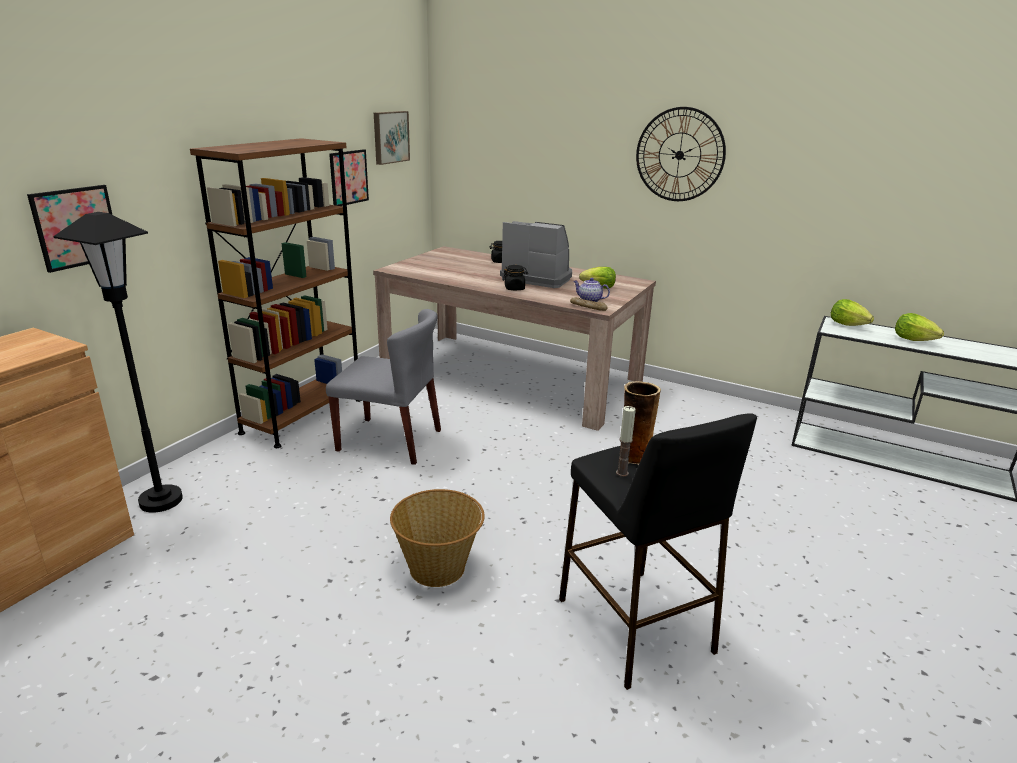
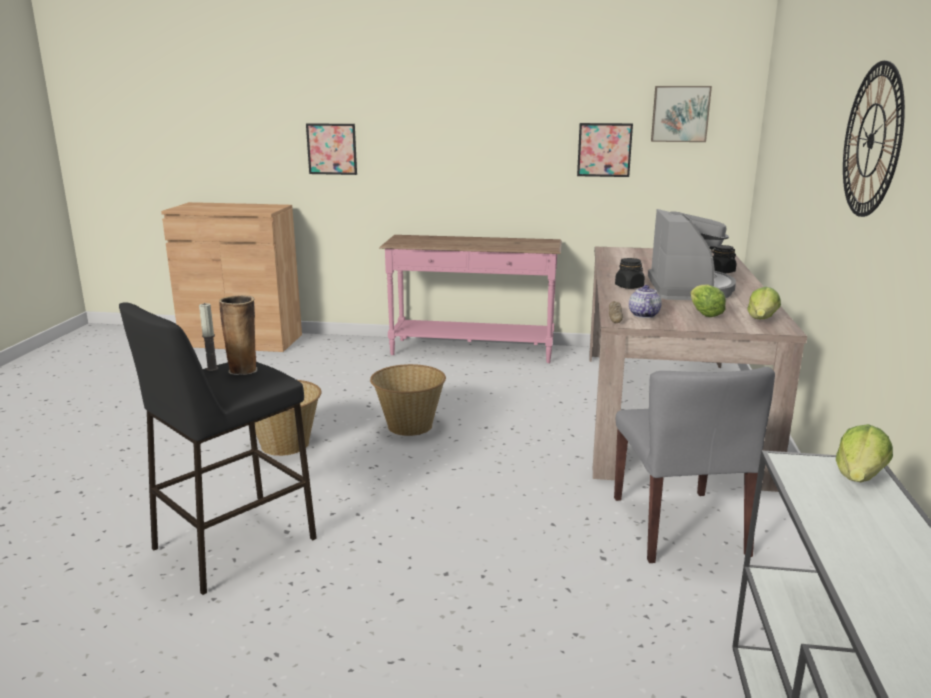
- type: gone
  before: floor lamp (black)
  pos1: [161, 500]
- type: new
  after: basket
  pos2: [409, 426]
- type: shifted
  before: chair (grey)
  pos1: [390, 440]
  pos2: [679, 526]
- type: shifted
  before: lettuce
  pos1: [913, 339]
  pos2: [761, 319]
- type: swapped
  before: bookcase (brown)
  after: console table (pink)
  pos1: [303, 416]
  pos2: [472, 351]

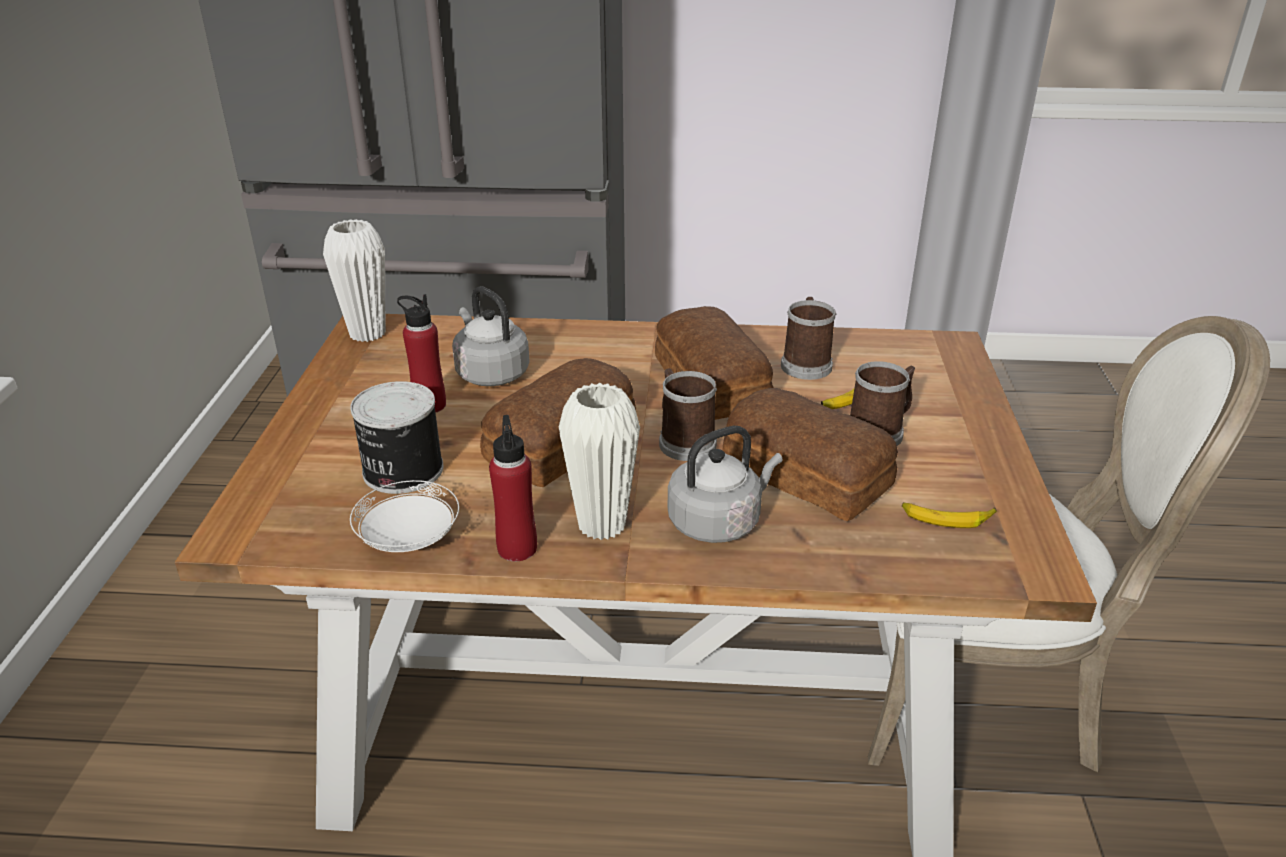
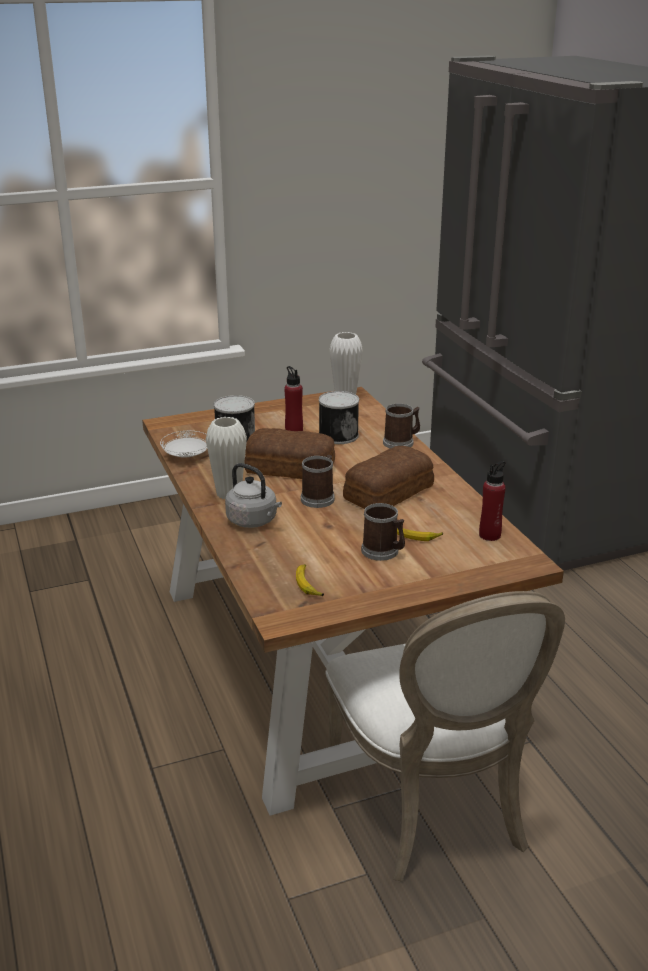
- type: gone
  before: bread
  pos1: [805, 472]
- type: shifted
  before: bottle (red)
  pos1: [517, 548]
  pos2: [490, 535]
- type: shifted
  before: mug
  pos1: [806, 363]
  pos2: [401, 442]
- type: swapped
  before: kettle (grey)
  after: can
  pos1: [490, 373]
  pos2: [338, 435]

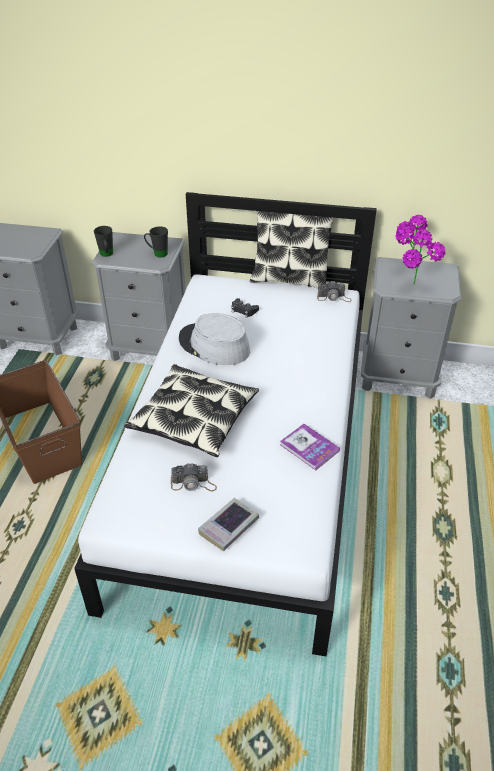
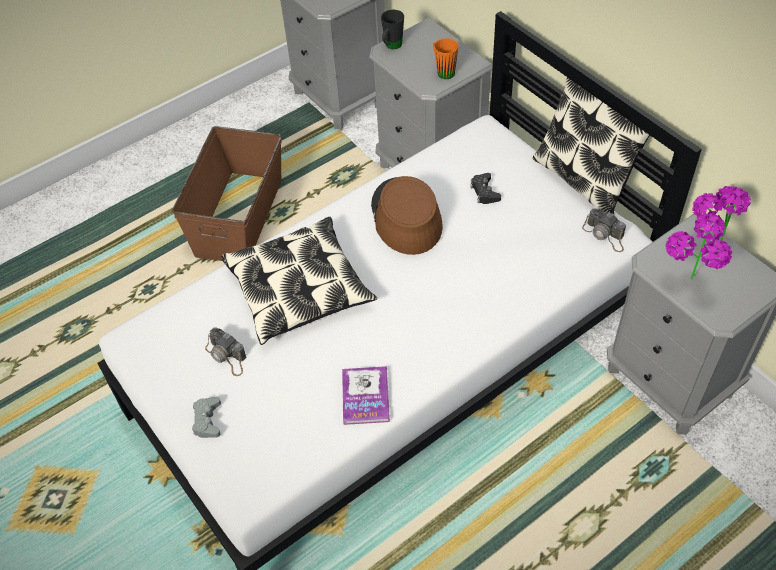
- type: swapped
  before: book
  after: game controller (grey)
  pos1: [229, 527]
  pos2: [207, 420]
- type: repainted
  before: mug (black)
  after: mug (orange)
  pos1: [157, 253]
  pos2: [443, 71]
- type: repainted
  before: hat (grey)
  after: hat (brown)
  pos1: [214, 345]
  pos2: [405, 217]

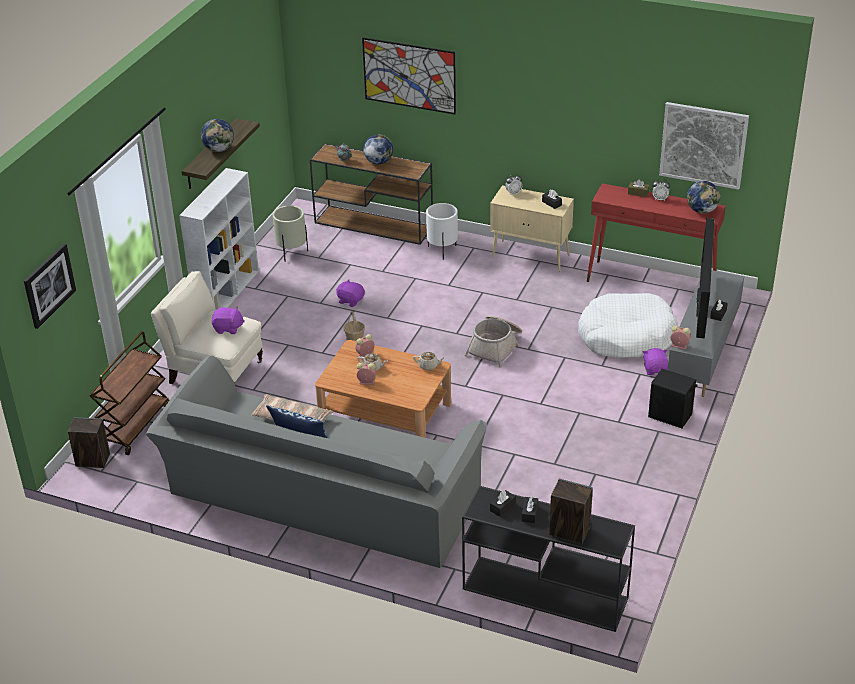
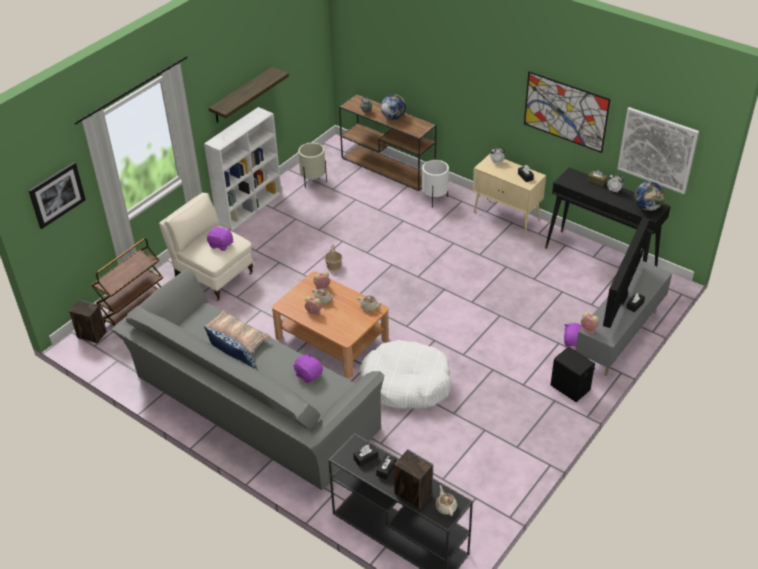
- type: gone
  before: globe
  pos1: [219, 149]
- type: gone
  before: basket
  pos1: [495, 347]
- type: new
  after: teapot (beige)
  pos2: [446, 507]
- type: shifted
  before: plush toy (purple)
  pos1: [350, 300]
  pos2: [308, 374]
- type: shifted
  before: picture
  pos1: [409, 75]
  pos2: [565, 111]
- type: shifted
  before: dog bed (white)
  pos1: [626, 336]
  pos2: [405, 383]
- type: repainted
  before: console table (red)
  after: console table (black)
  pos1: [651, 283]
  pos2: [600, 259]

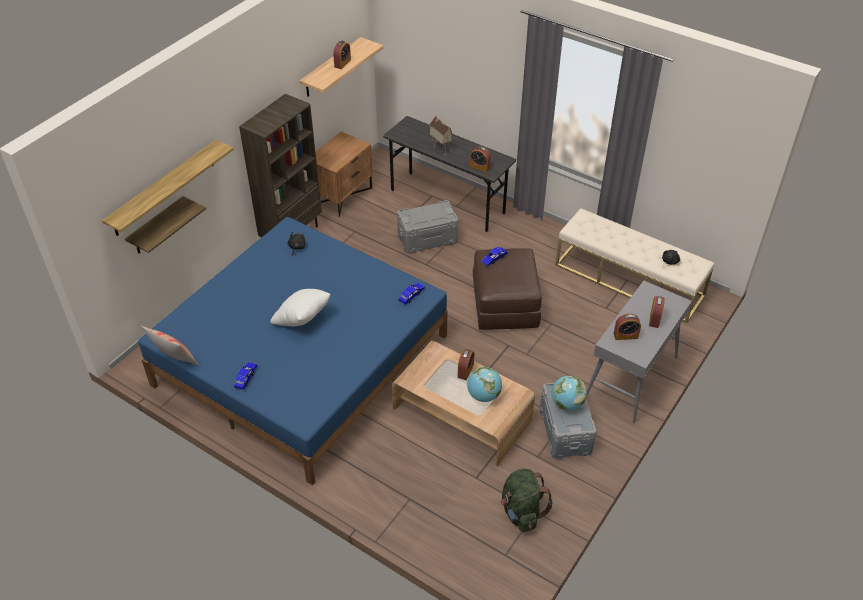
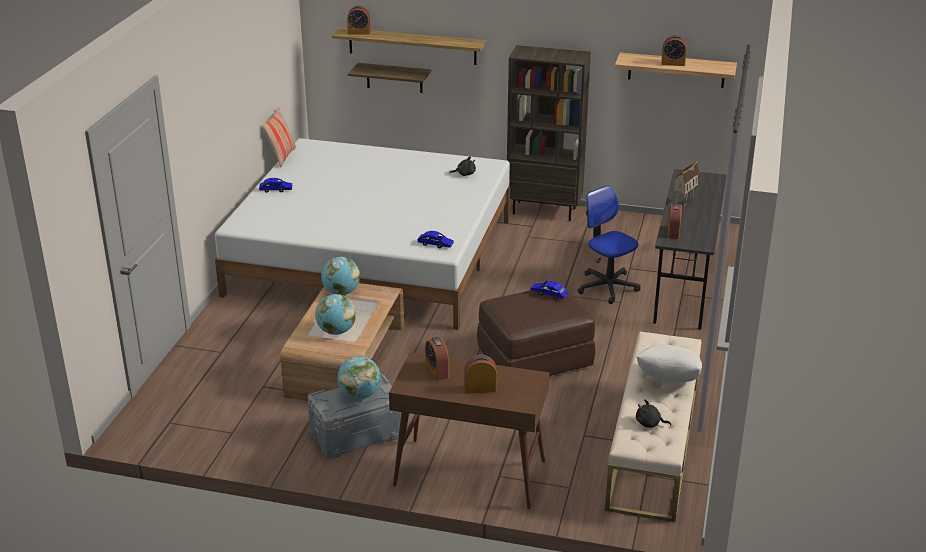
- type: gone
  before: nightstand (brown)
  pos1: [342, 195]
- type: gone
  before: backpack (green)
  pos1: [521, 512]
- type: new
  after: globe
  pos2: [341, 292]
- type: shifted
  before: pillow (white)
  pos1: [302, 320]
  pos2: [667, 382]
- type: shifted
  before: alarm clock
  pos1: [465, 371]
  pos2: [359, 32]
- type: swapped
  before: storage box (grey)
  after: office chair
  pos1: [427, 238]
  pos2: [607, 287]
- type: repainted
  before: bed (blue)
  after: bed (white)
  pos1: [302, 359]
  pos2: [372, 256]
- type: repainted
  before: console table (grey)
  after: console table (brown)
  pos1: [631, 378]
  pos2: [468, 474]

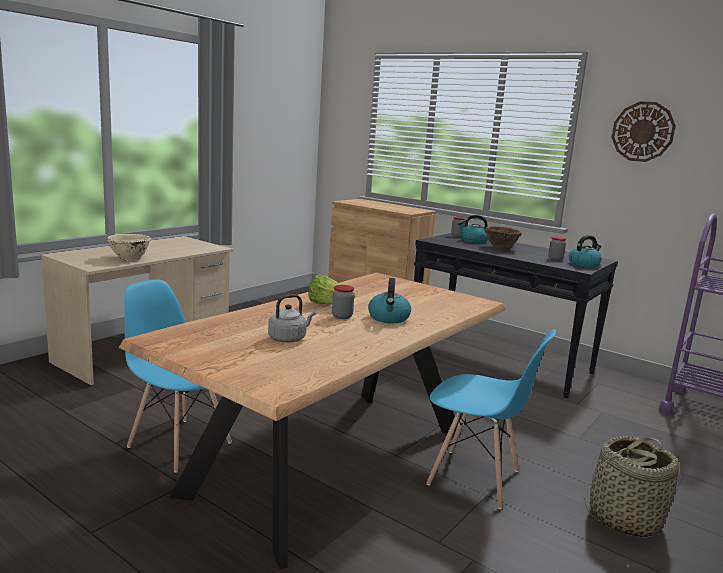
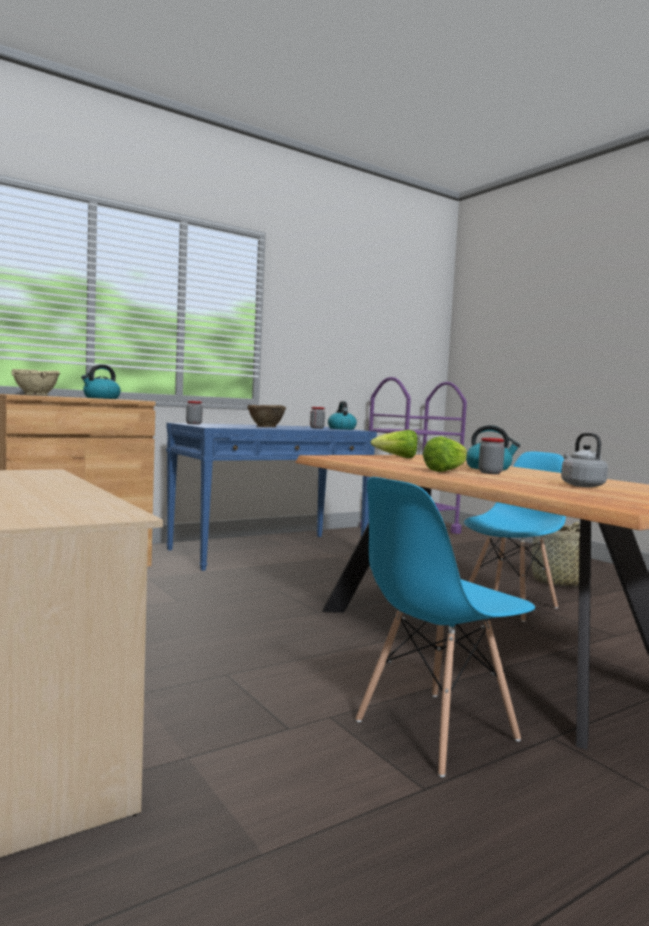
- type: gone
  before: wall clock
  pos1: [643, 131]
- type: new
  after: lettuce
  pos2: [397, 457]
- type: shifted
  before: bowl (beige)
  pos1: [129, 259]
  pos2: [35, 395]
- type: shifted
  before: kettle
  pos1: [473, 240]
  pos2: [101, 398]
- type: repainted
  before: console table (black)
  after: console table (blue)
  pos1: [500, 360]
  pos2: [269, 550]

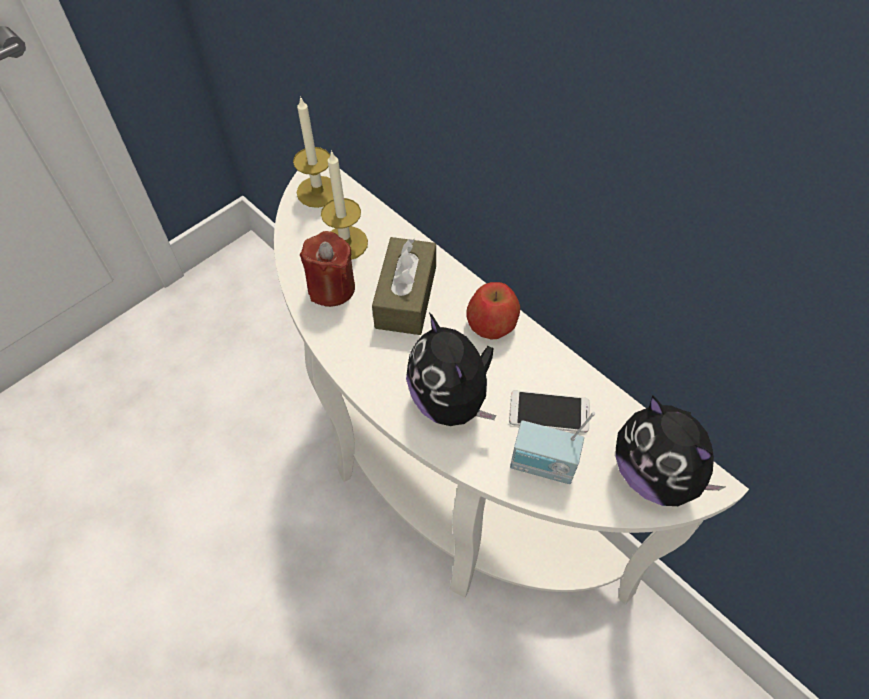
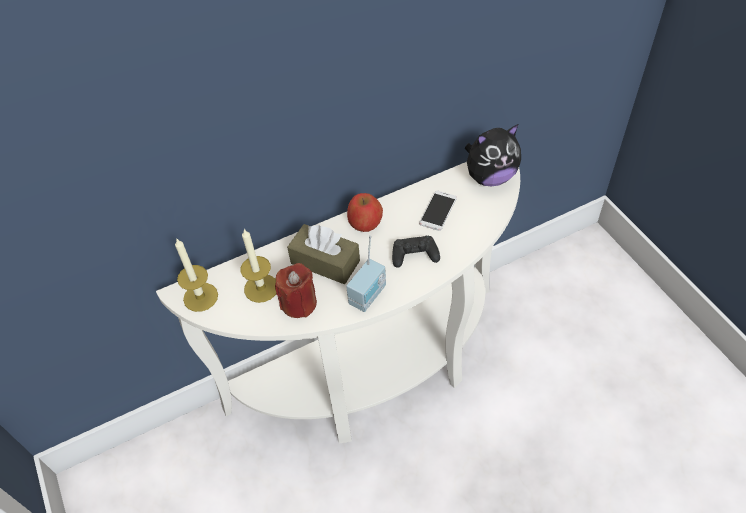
- type: shifted
  before: radio
  pos1: [542, 466]
  pos2: [369, 296]
- type: swapped
  before: plush toy
  after: game controller (black)
  pos1: [451, 400]
  pos2: [414, 255]

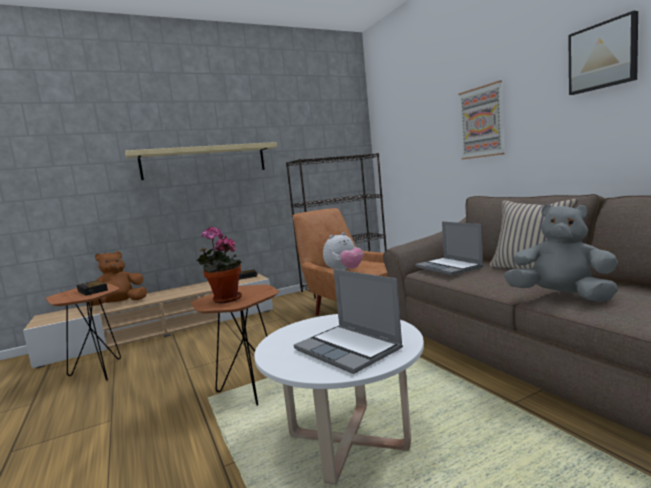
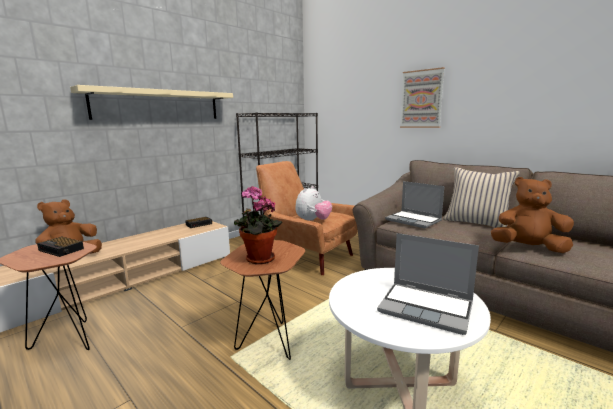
- type: gone
  before: picture
  pos1: [603, 56]
- type: repainted
  before: plush toy (grey)
  after: plush toy (brown)
  pos1: [561, 297]
  pos2: [528, 248]

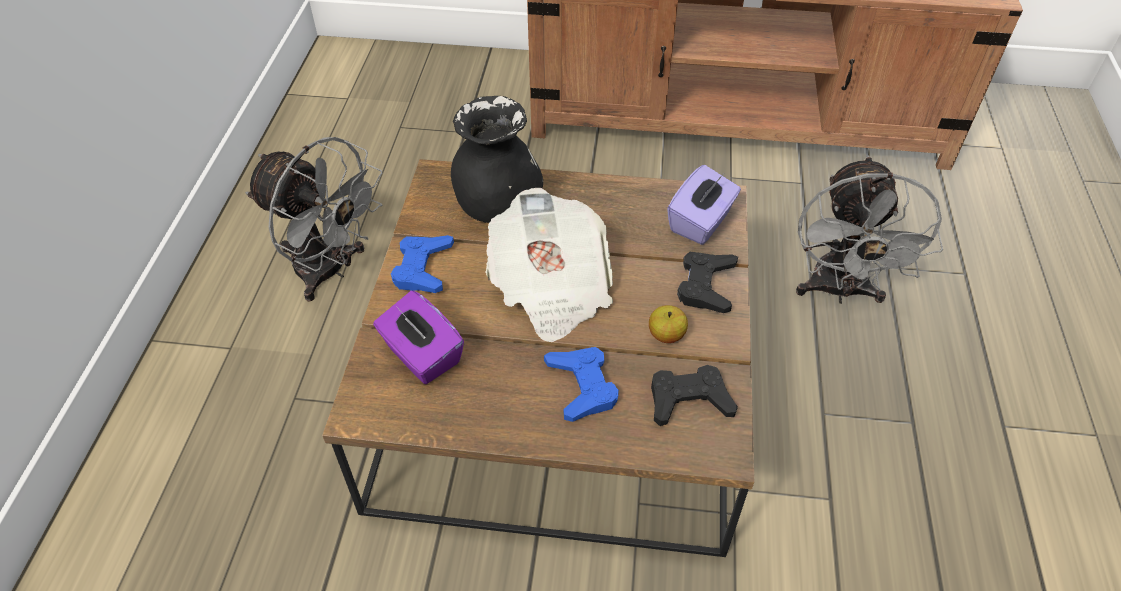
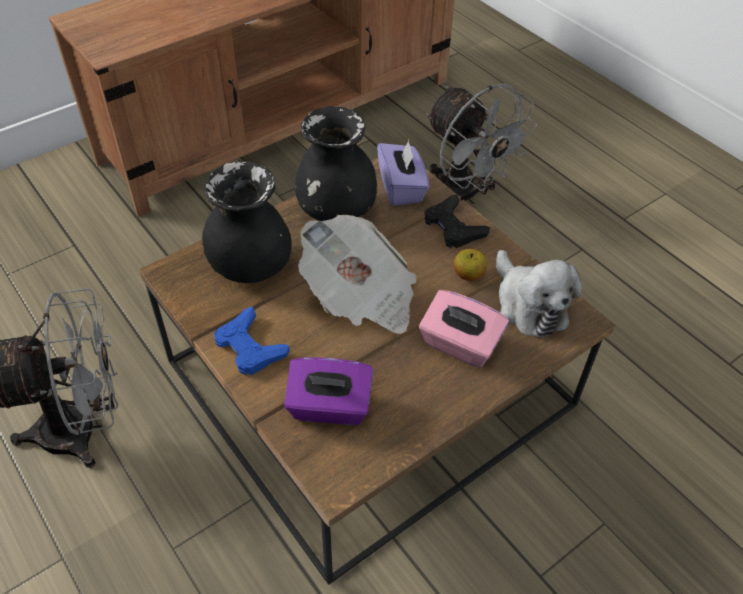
- type: new
  after: vase (black)
  pos2: [336, 210]
- type: swapped
  before: game controller (blue)
  after: tissue box (pink)
  pos1: [582, 386]
  pos2: [459, 345]
- type: swapped
  before: game controller (black)
  after: plush toy
  pos1: [689, 400]
  pos2: [528, 305]

